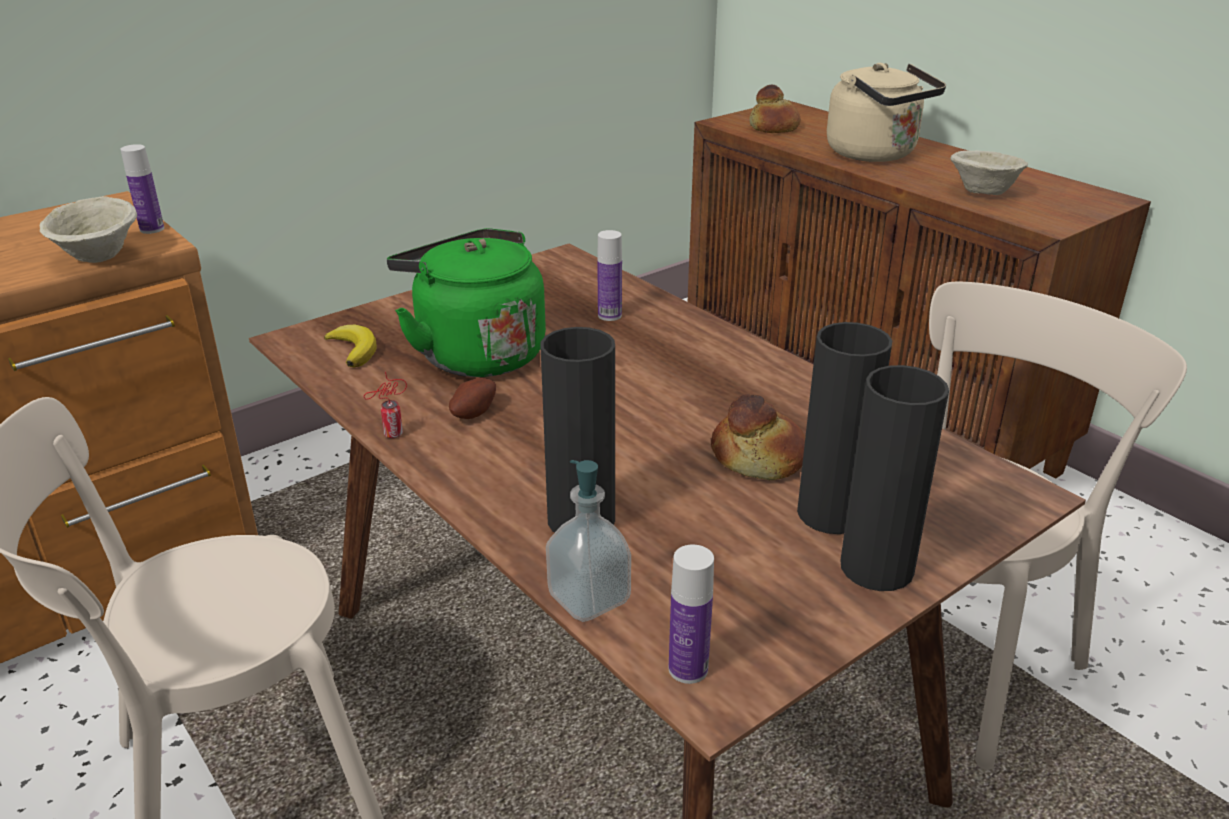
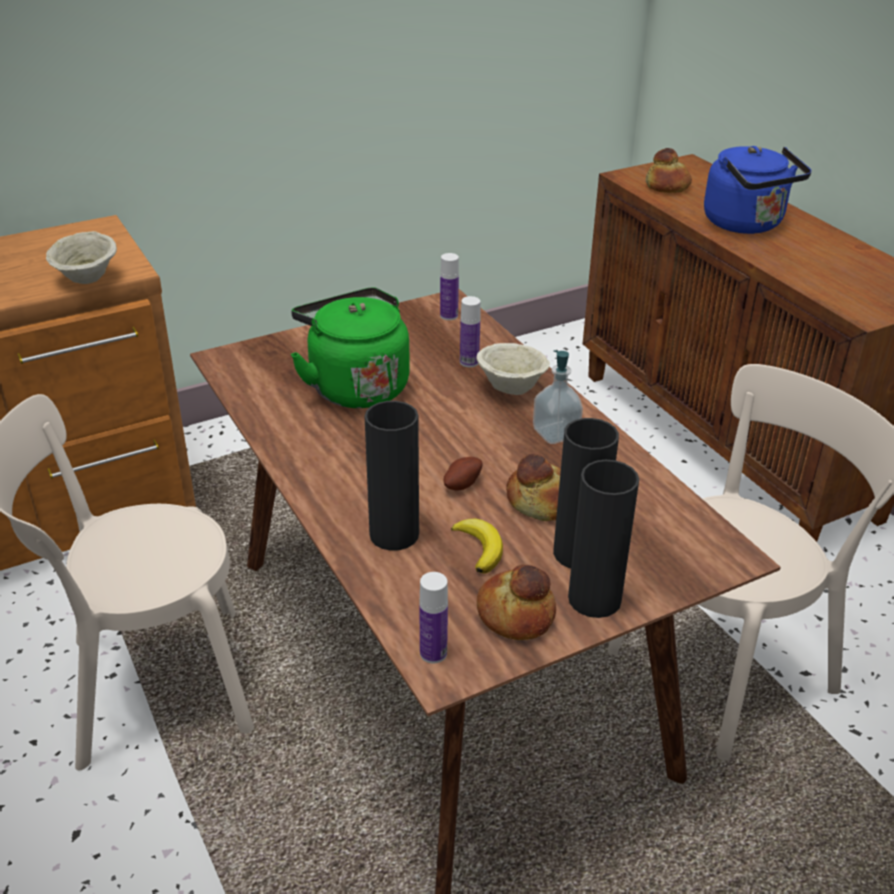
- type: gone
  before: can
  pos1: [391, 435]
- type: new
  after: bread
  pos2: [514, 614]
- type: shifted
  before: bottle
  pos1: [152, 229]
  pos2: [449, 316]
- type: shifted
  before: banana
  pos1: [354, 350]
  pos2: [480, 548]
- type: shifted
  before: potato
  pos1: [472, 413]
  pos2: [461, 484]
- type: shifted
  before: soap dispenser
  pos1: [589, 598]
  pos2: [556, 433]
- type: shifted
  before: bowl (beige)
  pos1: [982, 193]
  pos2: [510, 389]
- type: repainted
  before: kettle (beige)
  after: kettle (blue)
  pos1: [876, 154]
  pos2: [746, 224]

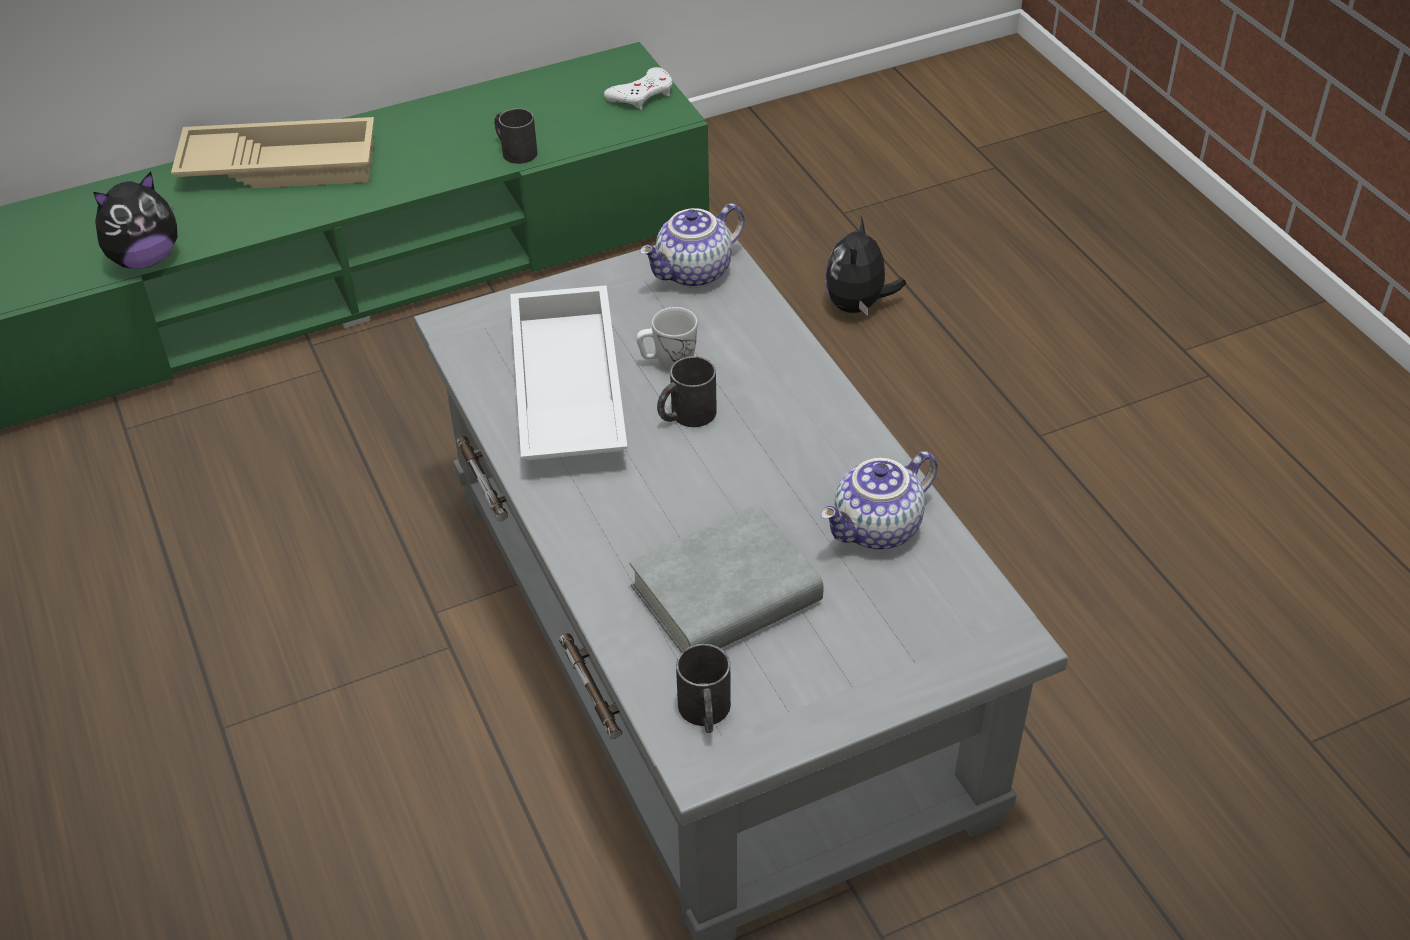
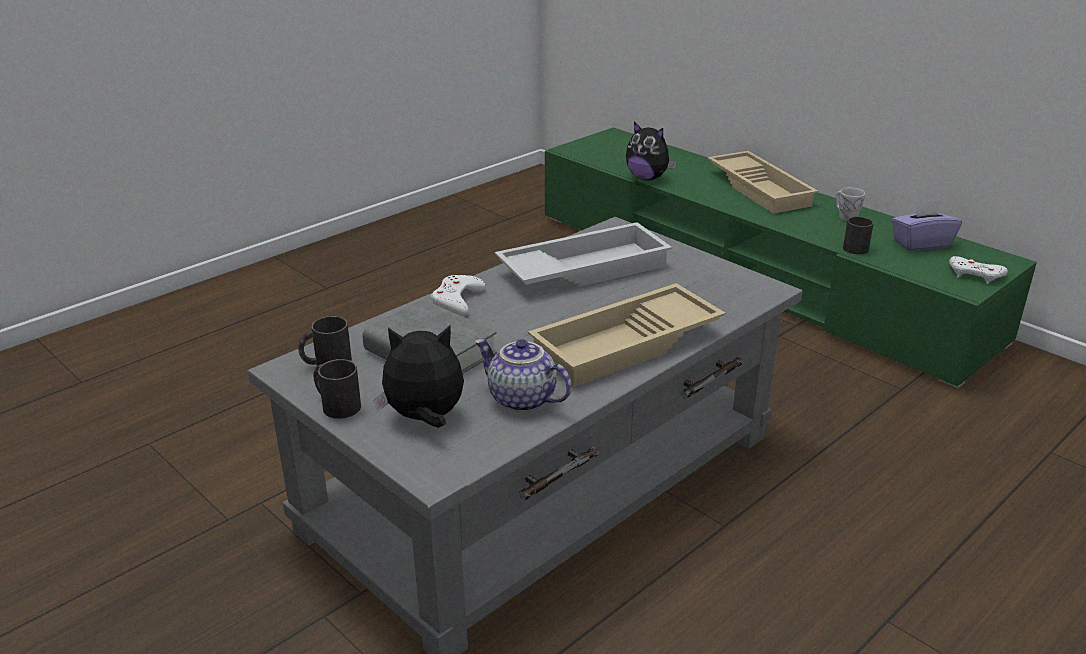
- type: gone
  before: teapot
  pos1: [694, 273]
- type: new
  after: game controller (white)
  pos2: [457, 300]
- type: new
  after: tray (beige)
  pos2: [627, 346]
- type: new
  after: tissue box (purple)
  pos2: [921, 244]
- type: shifted
  before: mug (white)
  pos1: [668, 362]
  pos2: [845, 216]
- type: shifted
  before: mug (black)
  pos1: [685, 415]
  pos2: [336, 404]
- type: shifted
  before: plush toy
  pos1: [858, 305]
  pos2: [425, 418]

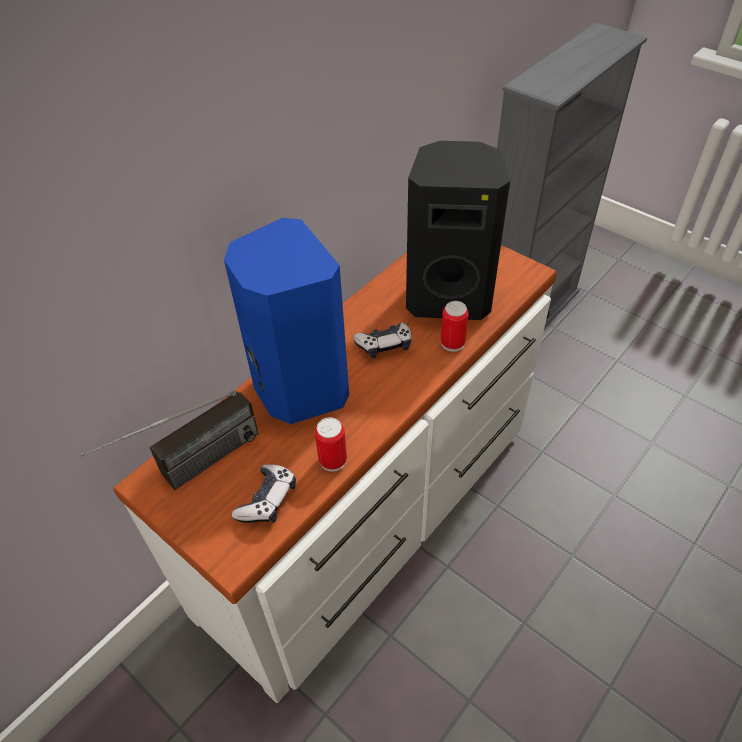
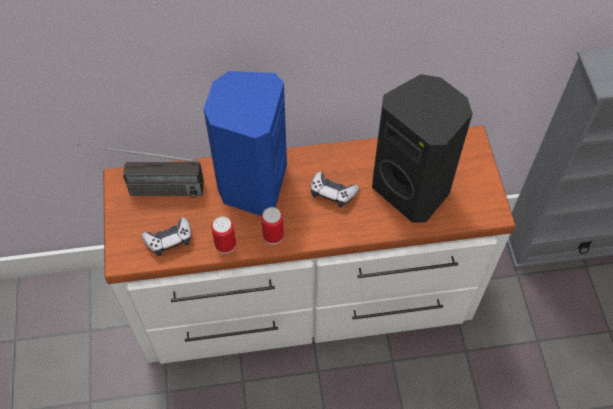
- type: shifted
  before: can
  pos1: [452, 343]
  pos2: [273, 235]

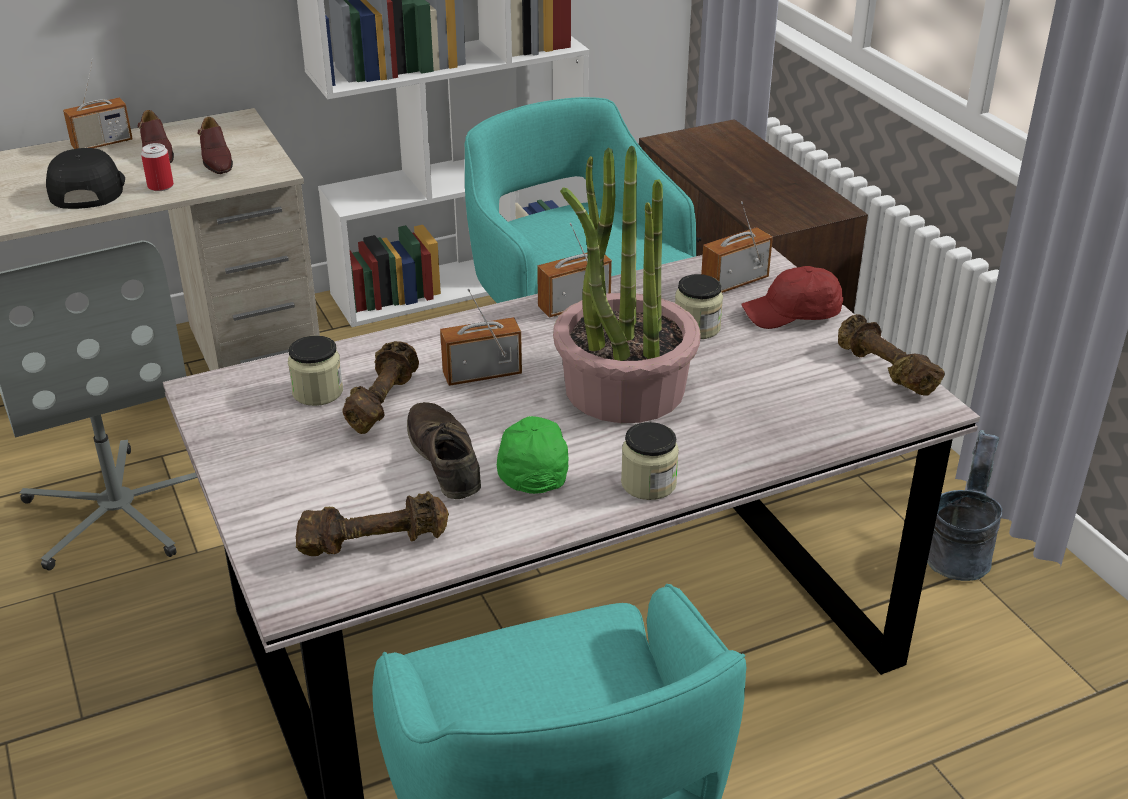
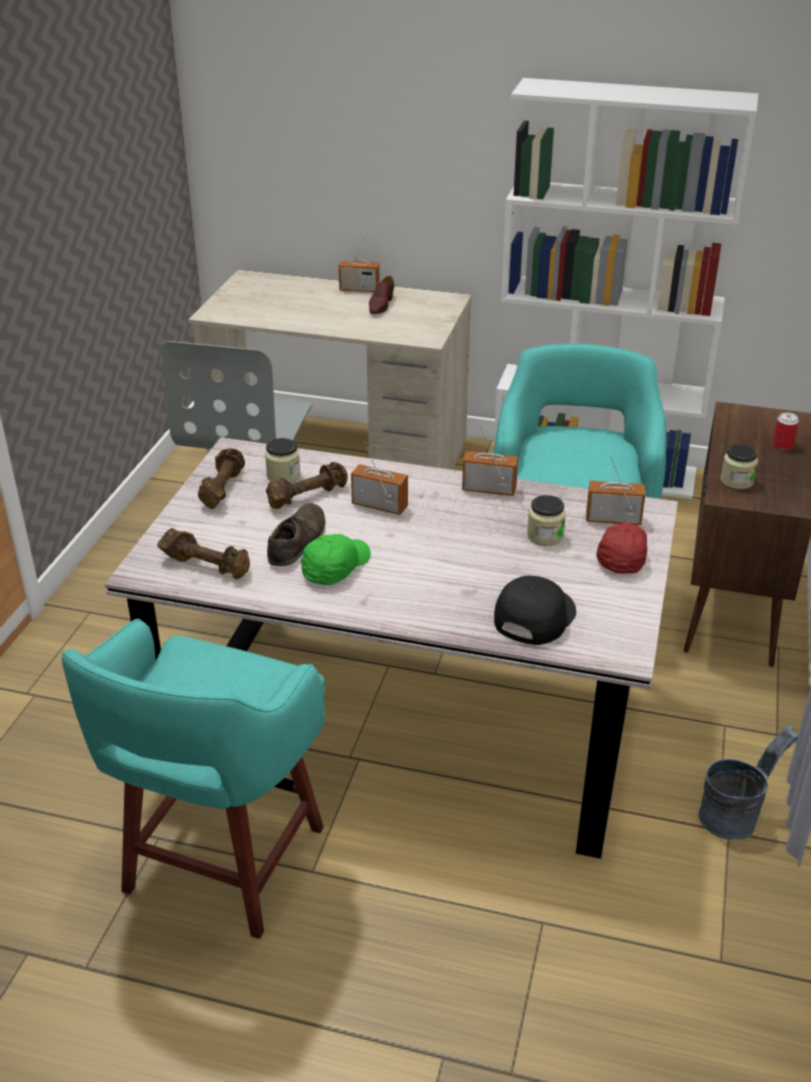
- type: gone
  before: shoe (brown)
  pos1: [216, 160]
- type: gone
  before: potted plant
  pos1: [623, 389]
- type: shifted
  before: cap (black)
  pos1: [86, 189]
  pos2: [533, 615]
- type: shifted
  before: can
  pos1: [160, 186]
  pos2: [782, 445]
- type: shifted
  before: jar
  pos1: [648, 483]
  pos2: [736, 481]
- type: shifted
  before: dumbbell (brown)
  pos1: [883, 371]
  pos2: [221, 489]
- type: rotated
  before: cap (red)
  pos1: [793, 314]
  pos2: [622, 556]
  turn: 75

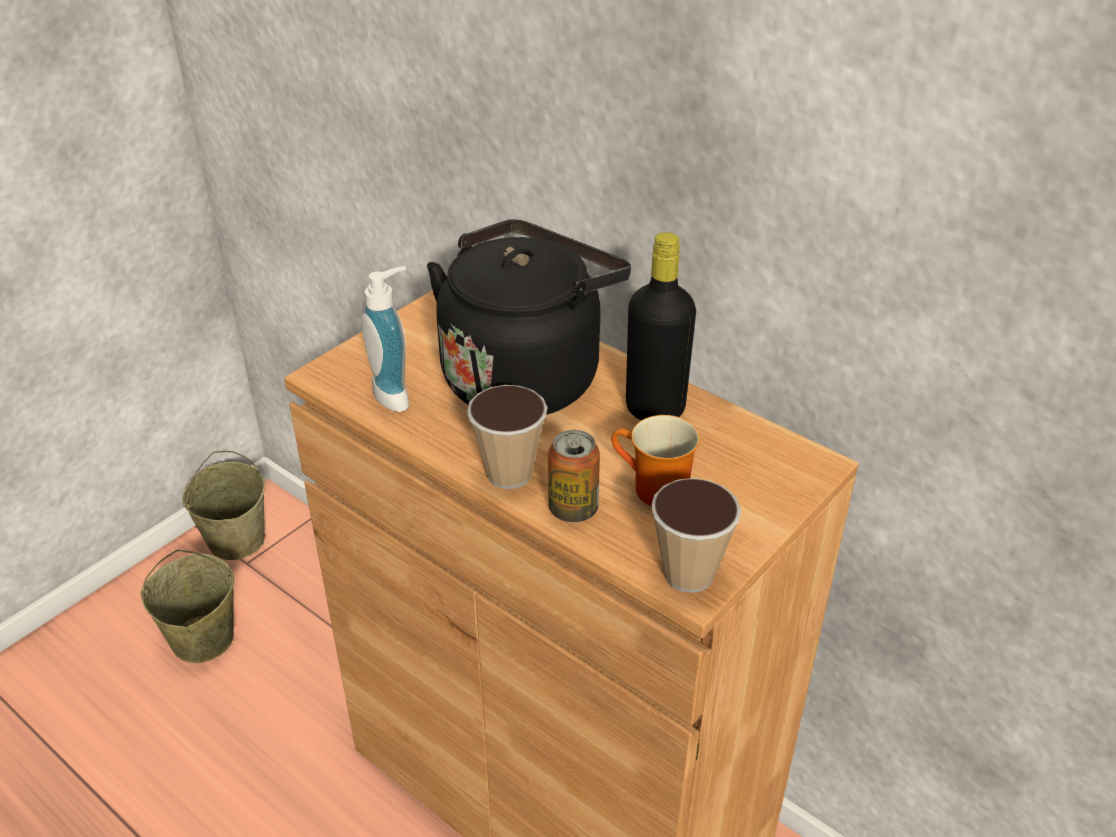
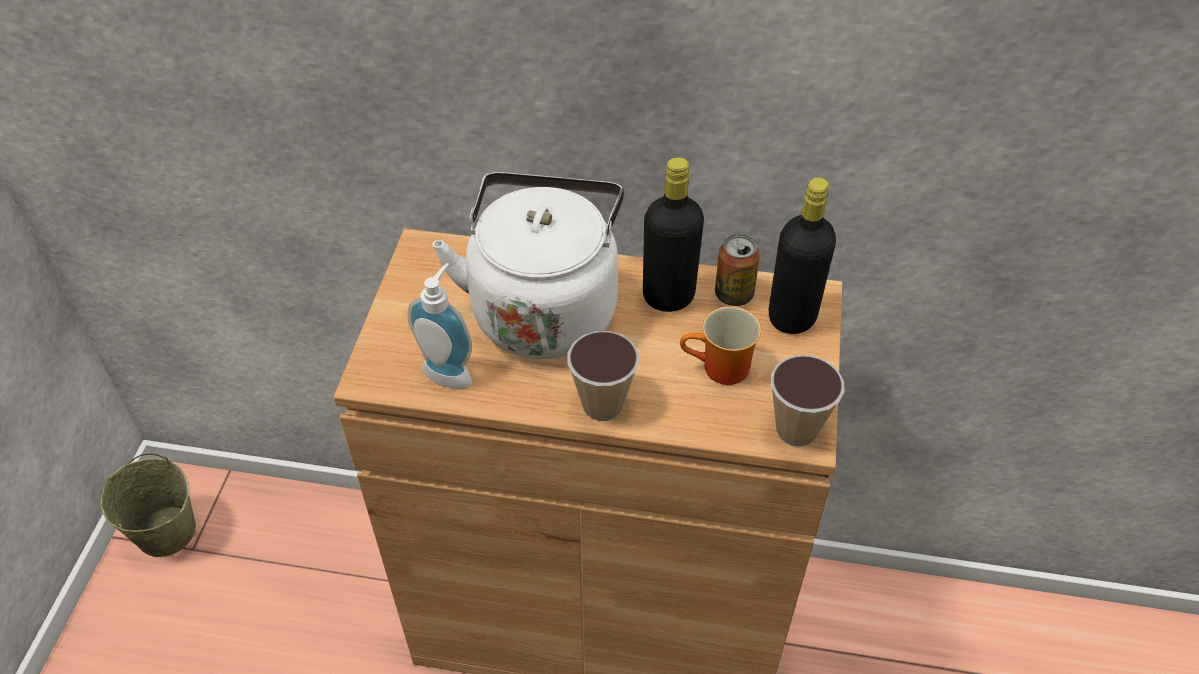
- type: gone
  before: bucket (beige)
  pos1: [203, 640]
- type: new
  after: bottle (black)
  pos2: [792, 317]
- type: shifted
  before: can
  pos1: [573, 509]
  pos2: [733, 294]
- type: repainted
  before: kettle (black)
  after: kettle (white)
  pos1: [526, 376]
  pos2: [544, 308]

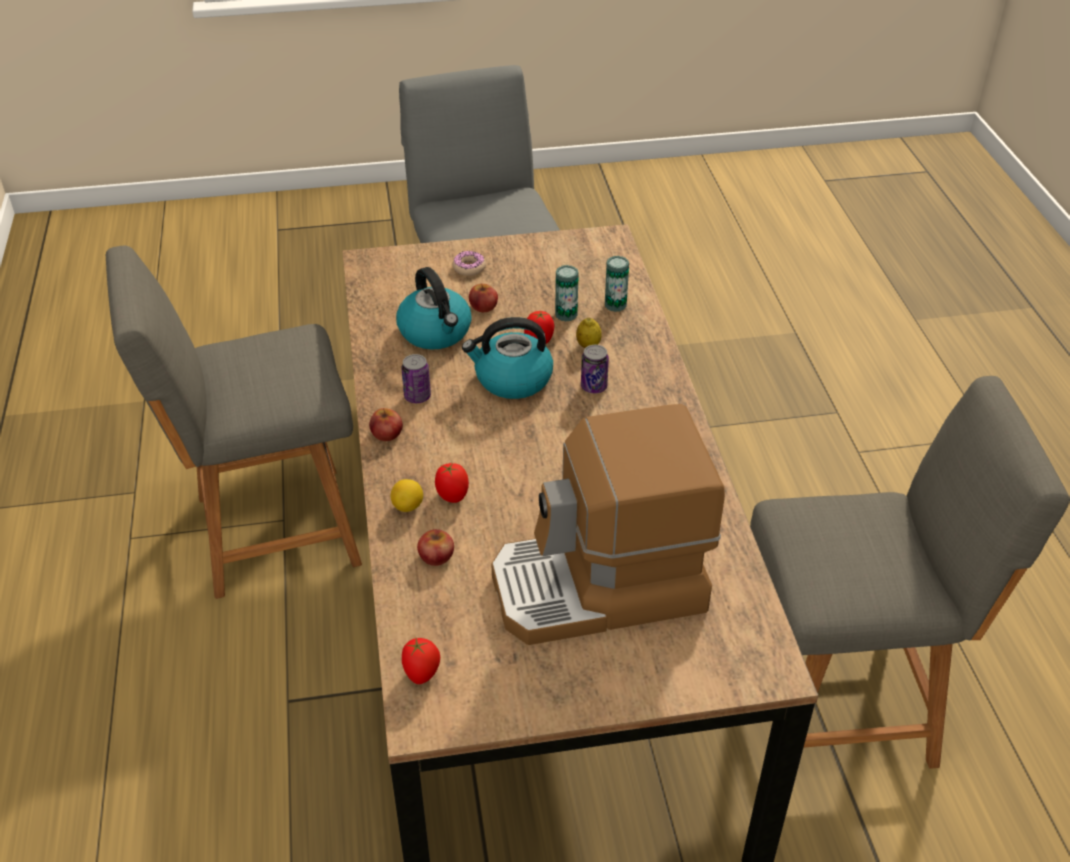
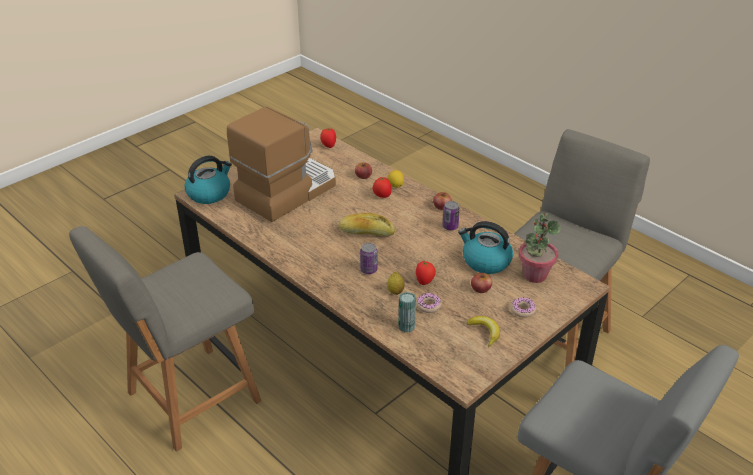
- type: new
  after: bread
  pos2: [366, 232]
- type: new
  after: banana
  pos2: [485, 332]
- type: new
  after: potted plant
  pos2: [535, 275]
- type: shifted
  before: kettle
  pos1: [512, 379]
  pos2: [209, 193]
- type: swapped
  before: can
  after: donut
  pos1: [566, 314]
  pos2: [428, 305]

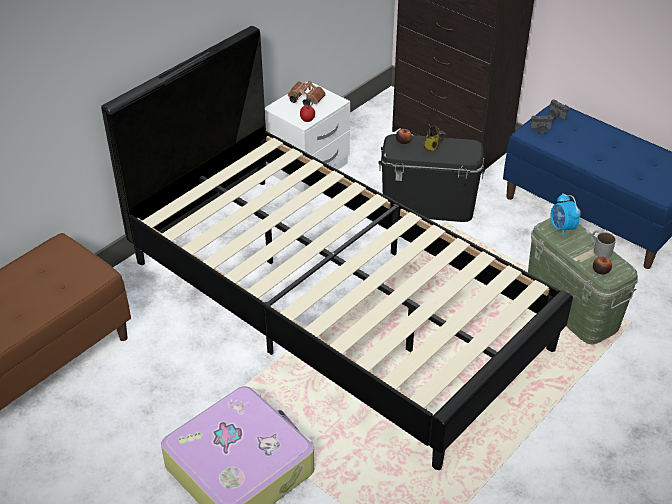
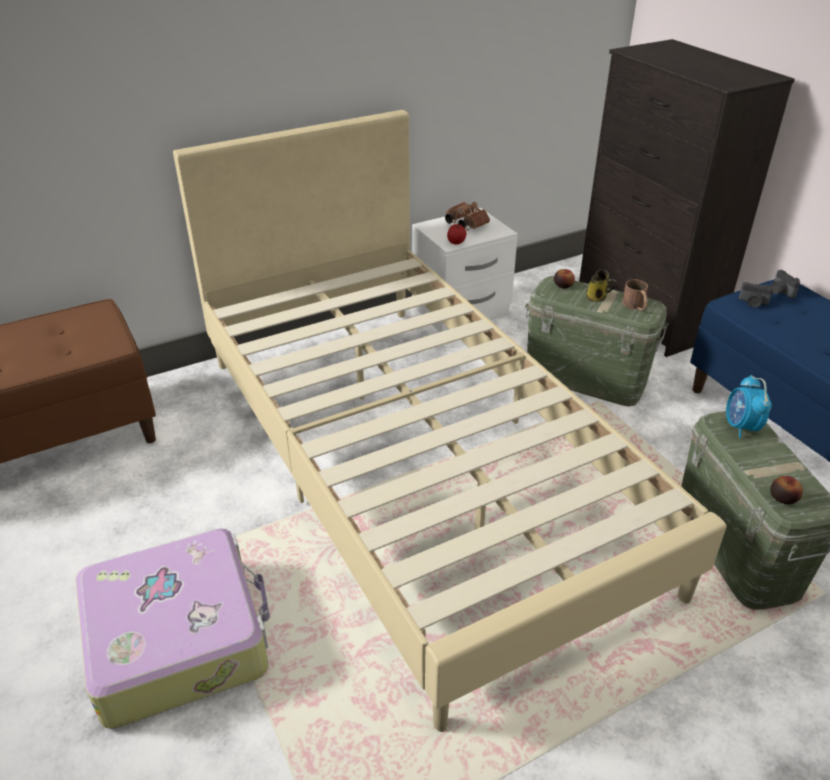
- type: gone
  before: mug (grey)
  pos1: [599, 249]
- type: new
  after: mug (brown)
  pos2: [636, 306]
- type: repainted
  before: bed (black)
  after: bed (beige)
  pos1: [335, 303]
  pos2: [414, 461]
- type: repainted
  before: storage box (black)
  after: storage box (green)
  pos1: [428, 206]
  pos2: [585, 378]

